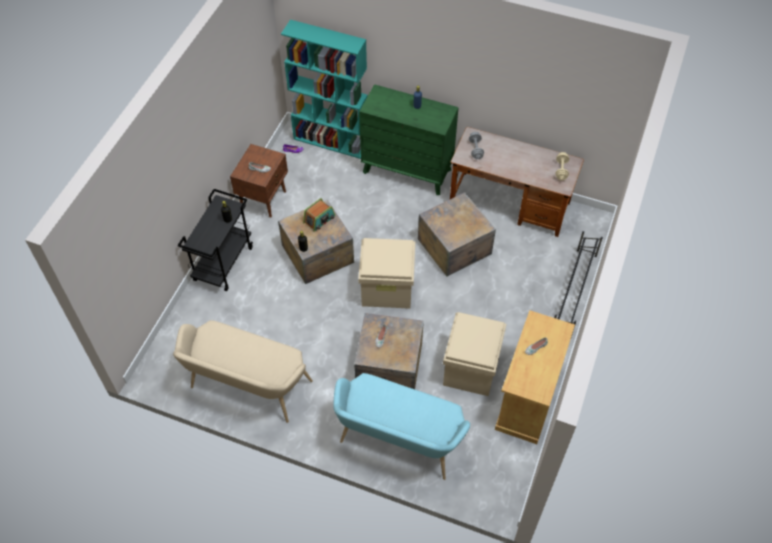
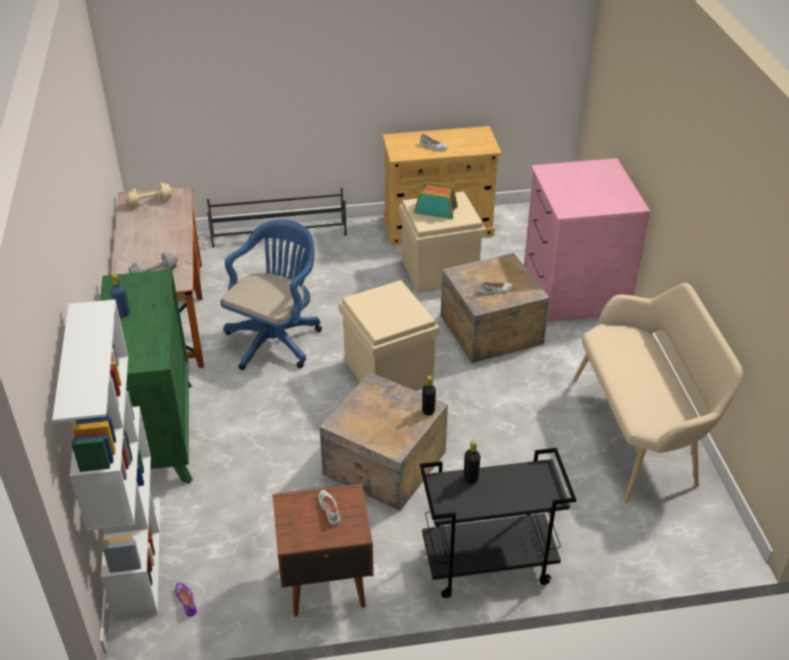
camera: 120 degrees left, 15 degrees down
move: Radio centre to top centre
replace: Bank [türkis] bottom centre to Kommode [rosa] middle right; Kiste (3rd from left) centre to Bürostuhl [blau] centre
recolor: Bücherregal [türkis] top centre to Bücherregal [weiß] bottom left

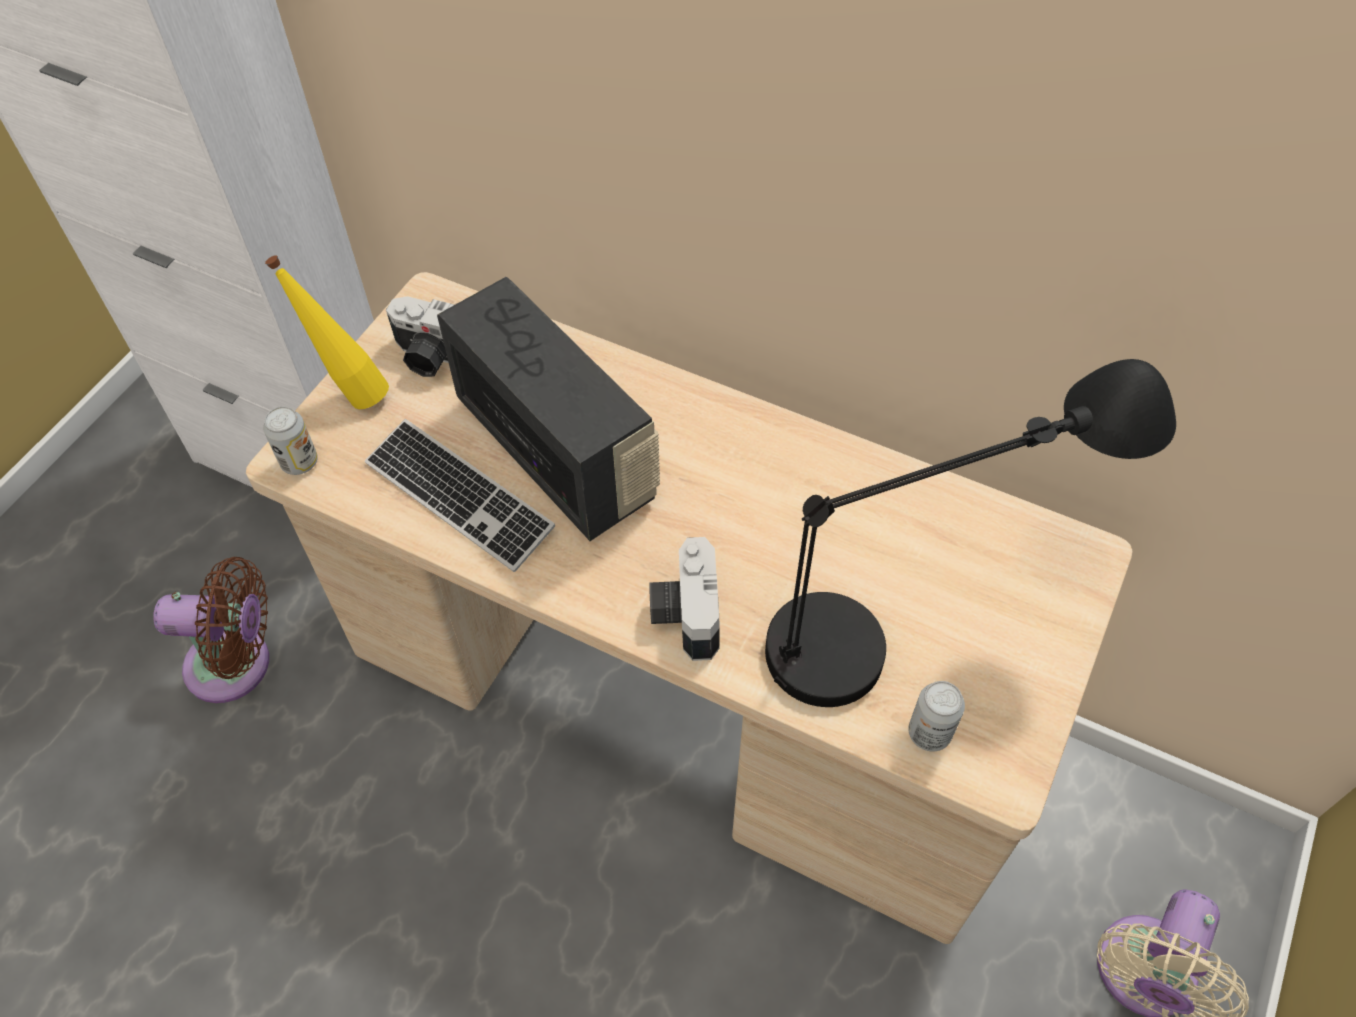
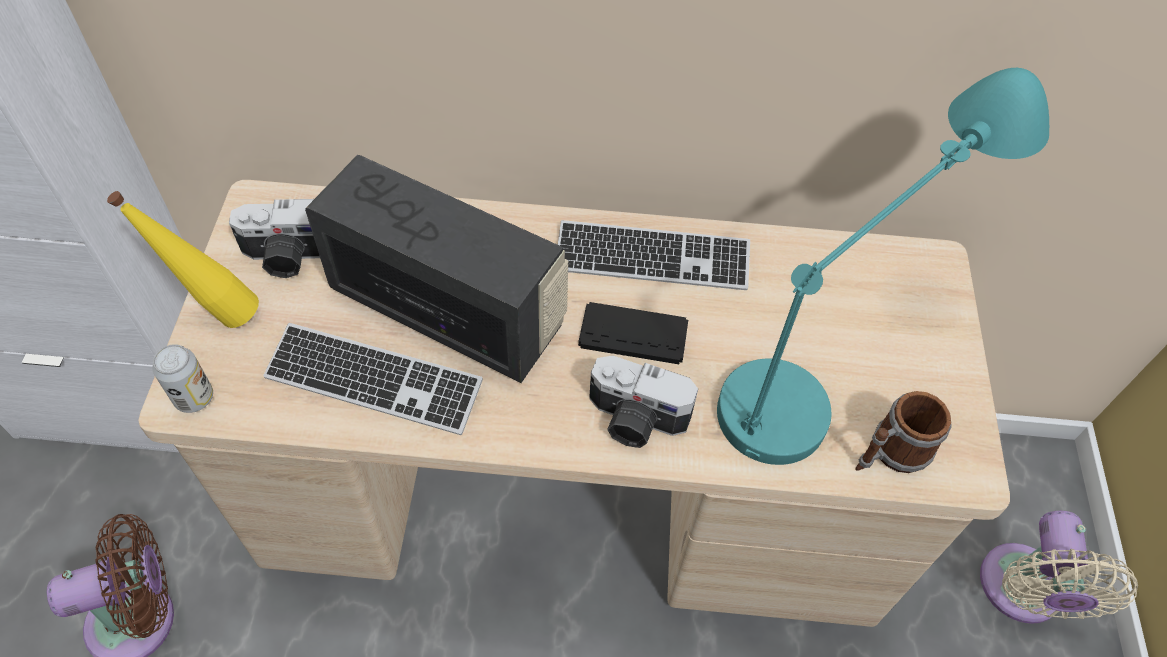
camera: 25 degrees left, 0 degrees up
insert: Tastatur (2nd from left) centre; Gamepad [schwarz] centre
replace: Dose (2nd from left) bottom right to Henkelbecher middle right
recolor: Tischlampe [schwarz] middle right to Tischlampe [türkis] middle right
rotate: Kamera (2nd from left) centre = centre 45 degrees counterclockwise

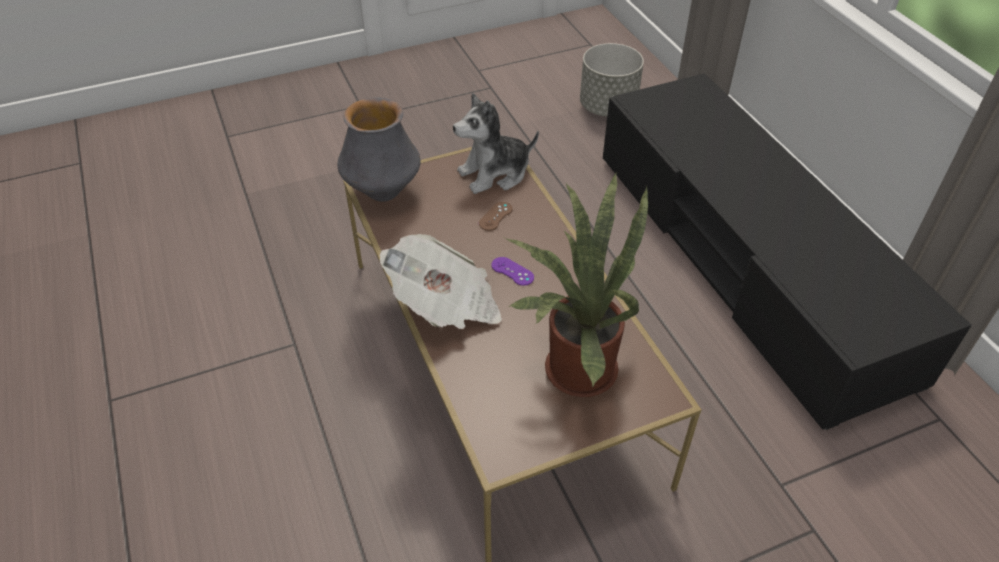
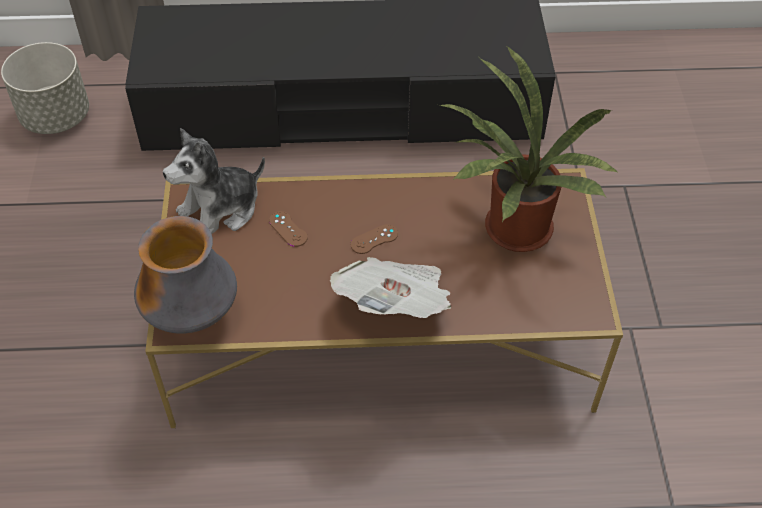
camera: 70 degrees left, 5 degrees up
recolor: Gamepad [lila] centre to Gamepad [braun] (2nd from left) centre
rotate: Plüschtier top centre = middle left 60 degrees clockwise

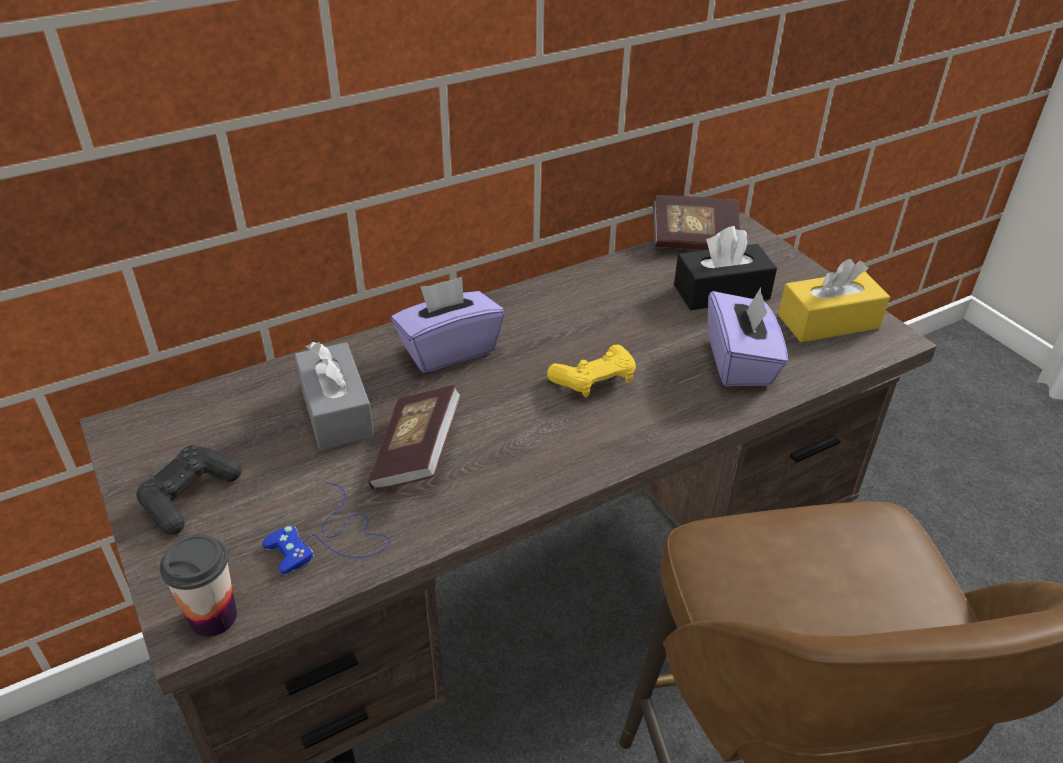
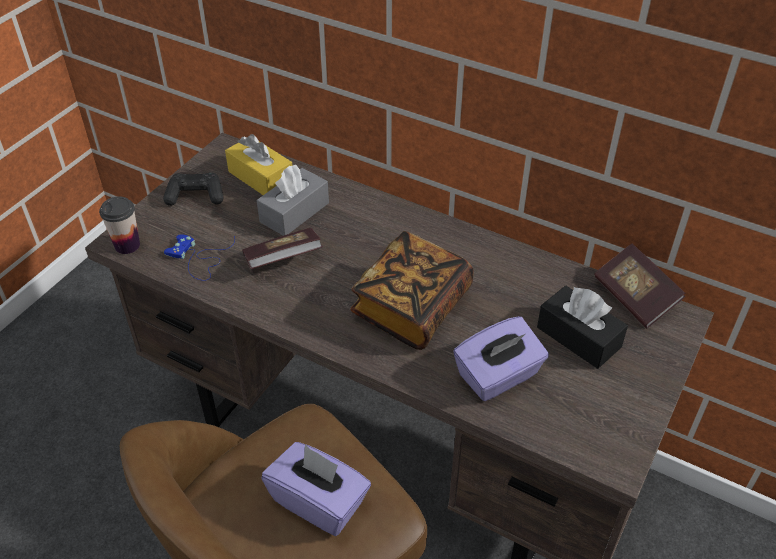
camera: 60 degrees right, 5 degrees up
move: Taschentuchbox [lila] (1st from left) centre to bottom centre; Taschentuchbox [gelb] middle right to top left
replace: Gamepad [gelb] centre to Buch (2nd from left) centre

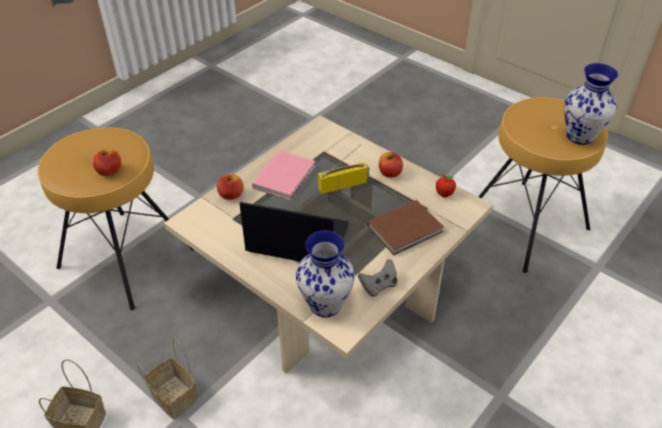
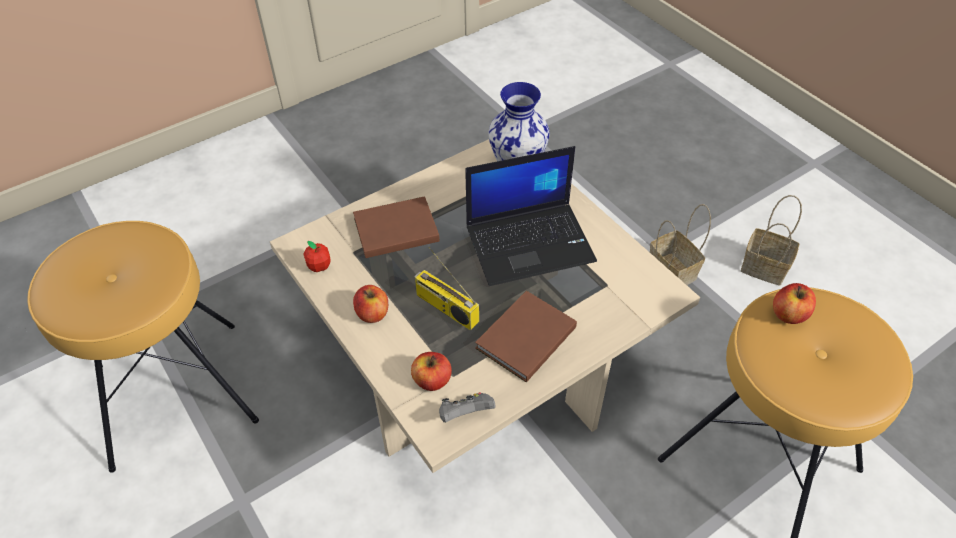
camera: 165 degrees left, 5 degrees up
delete: Vase (2nd from left) top right
move: Apfel (2nd from left in the first image) centre to Apfel (3rd from left) bottom centre; Gamepad [grau] centre to bottom centre
recolor: Buch [rosa] centre to Buch [braun] (2nd from left) centre
rotate: Laptop centre = centre 45 degrees counterclockwise; Radio centre = centre 45 degrees clockwise

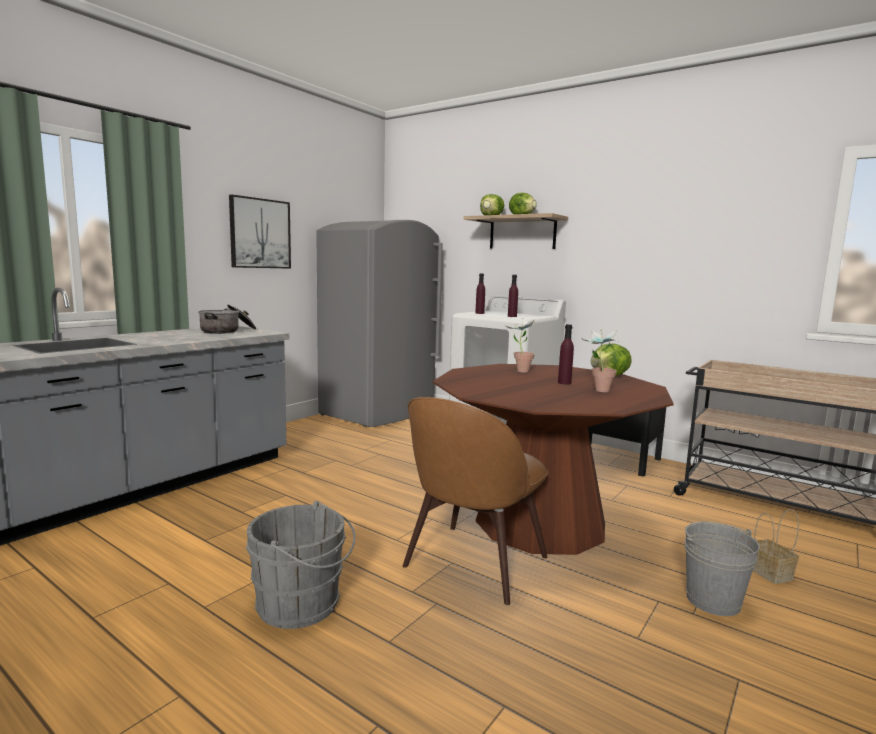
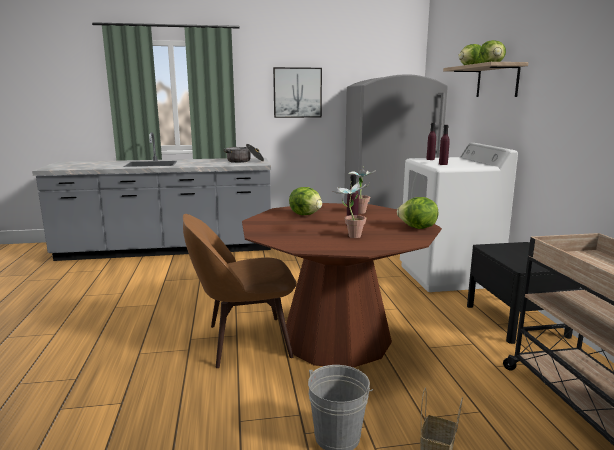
camera: 45 degrees right, 5 degrees up
delete: Eimer [grau] (1st from left) bottom centre
insert: Salatkopf (1st from left) centre

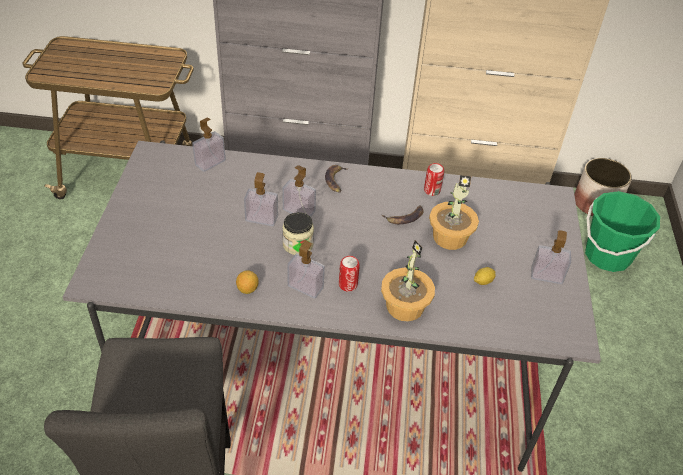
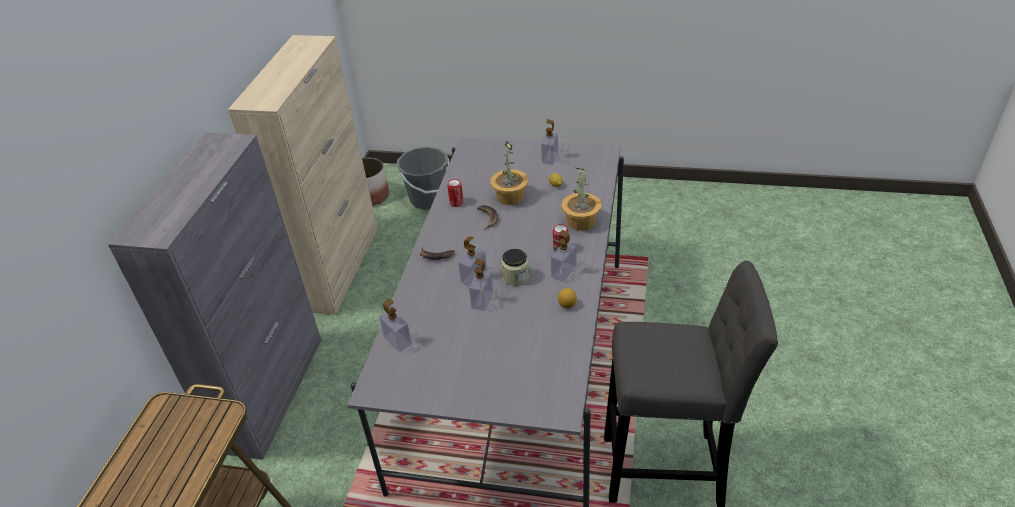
camera: 80 degrees left, 5 degrees down
recolor: Eimer [grün] middle right to Eimer [grau] centre

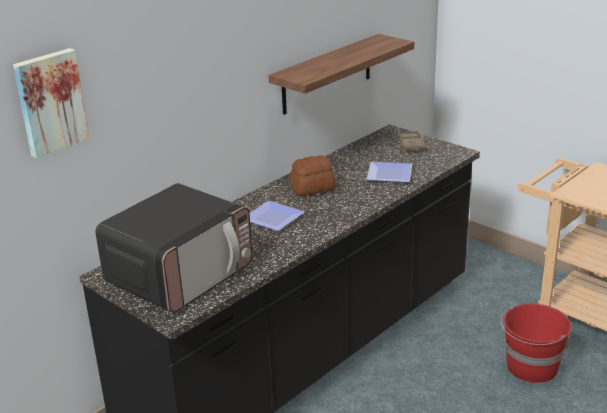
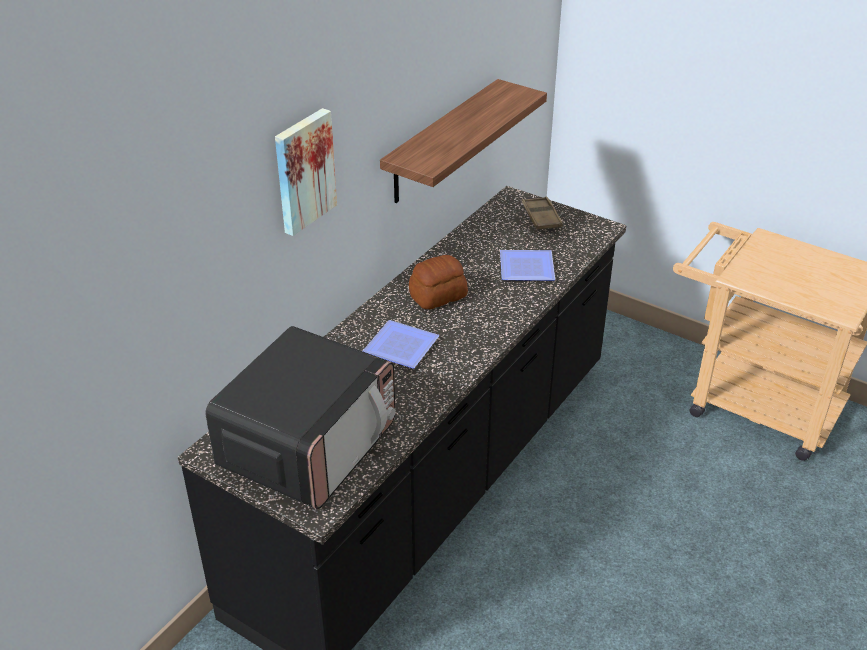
camera: 10 degrees left, 10 degrees up
delete: Eimer [rot] bottom right
move: Bild top left to top centre

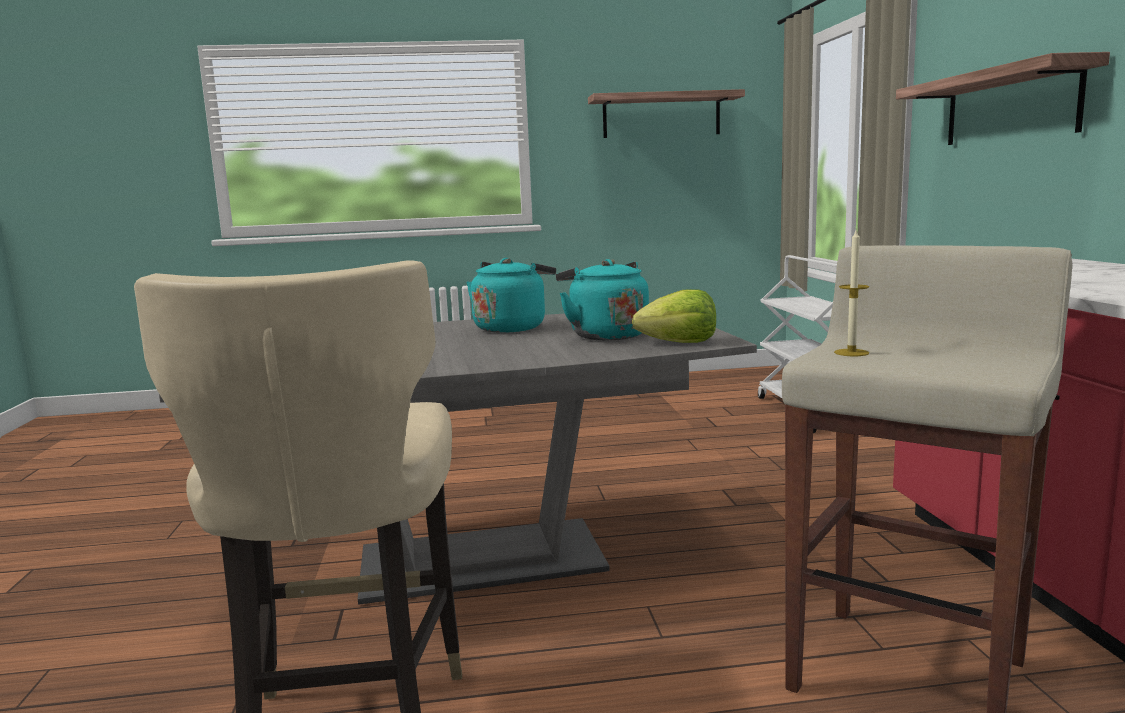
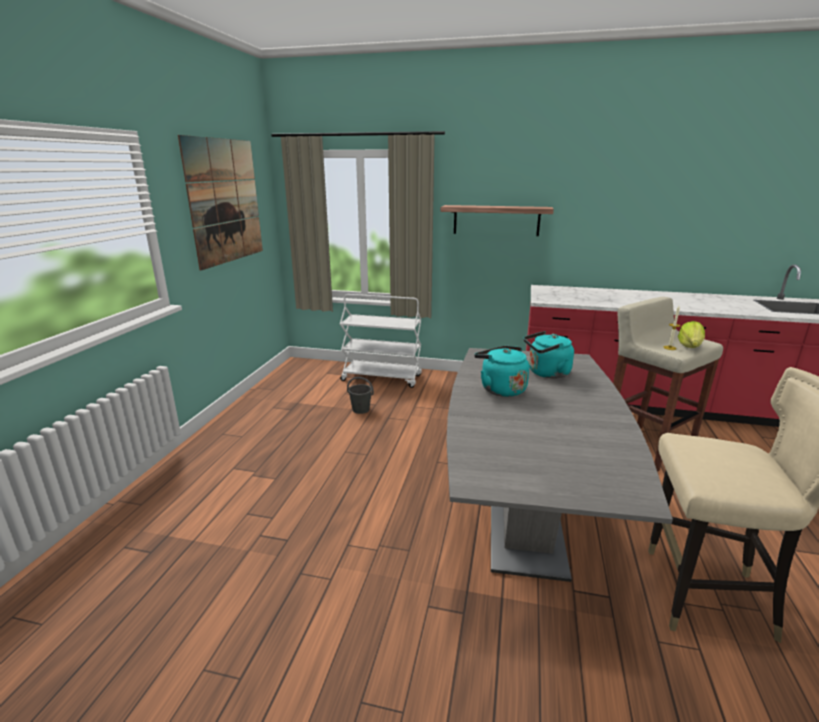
camera: 70 degrees left, 10 degrees up
insert: Eimer [grau] centre
move: Salatkopf centre to middle right
replace: Wandregal (1st from left) top centre to Bild top left

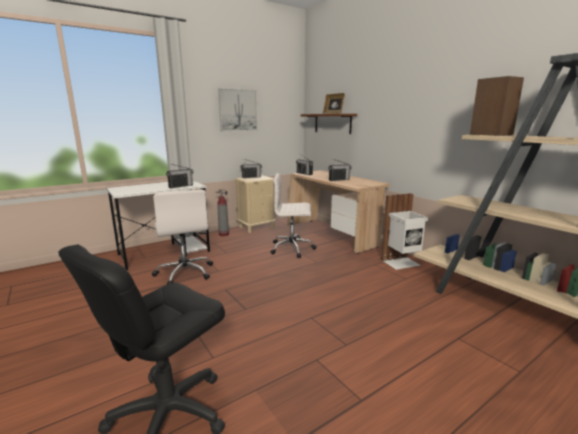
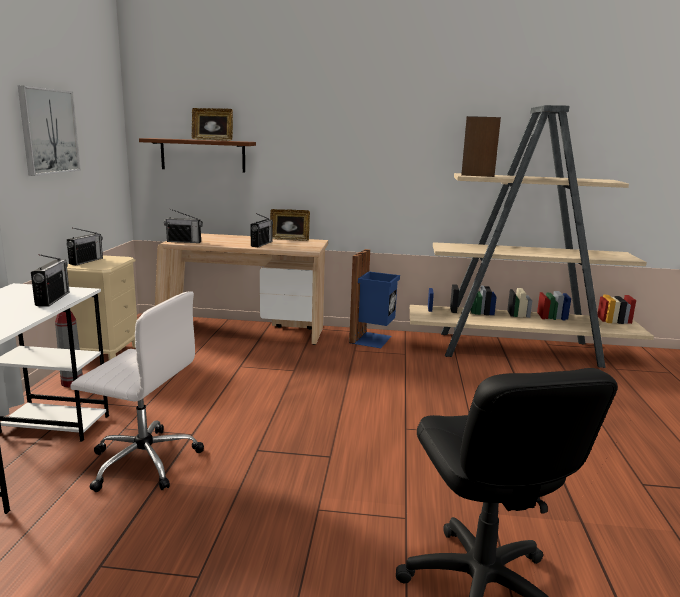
camera: 50 degrees left, 0 degrees up
delete: Bürostuhl [weiß] (2nd from left) centre
insert: Bilderrahmen (2nd from left) centre
recolor: Mülleimer [weiß] middle right to Mülleimer [blau] centre

